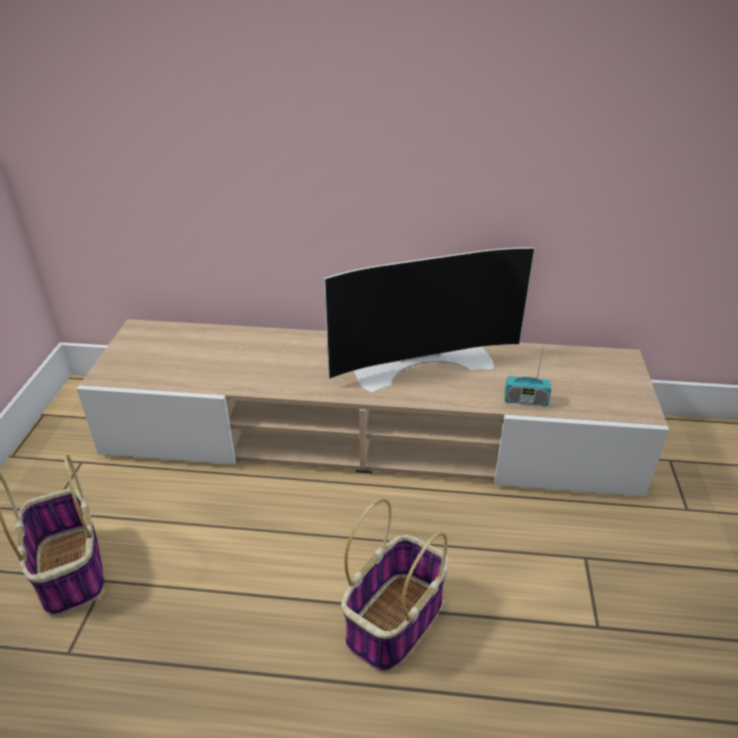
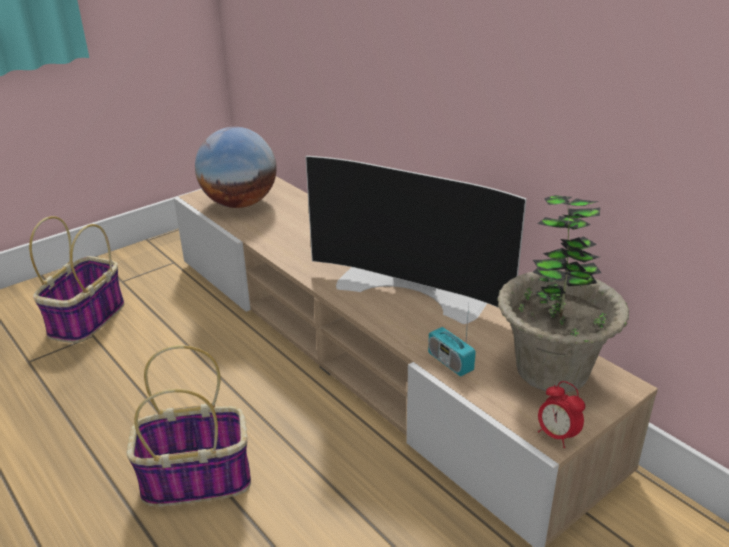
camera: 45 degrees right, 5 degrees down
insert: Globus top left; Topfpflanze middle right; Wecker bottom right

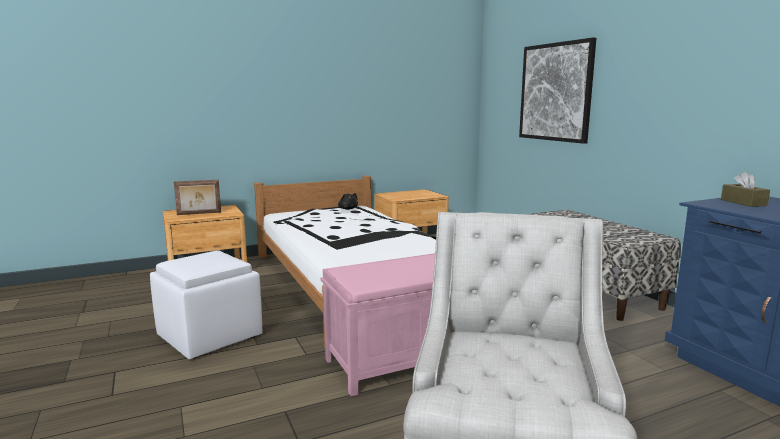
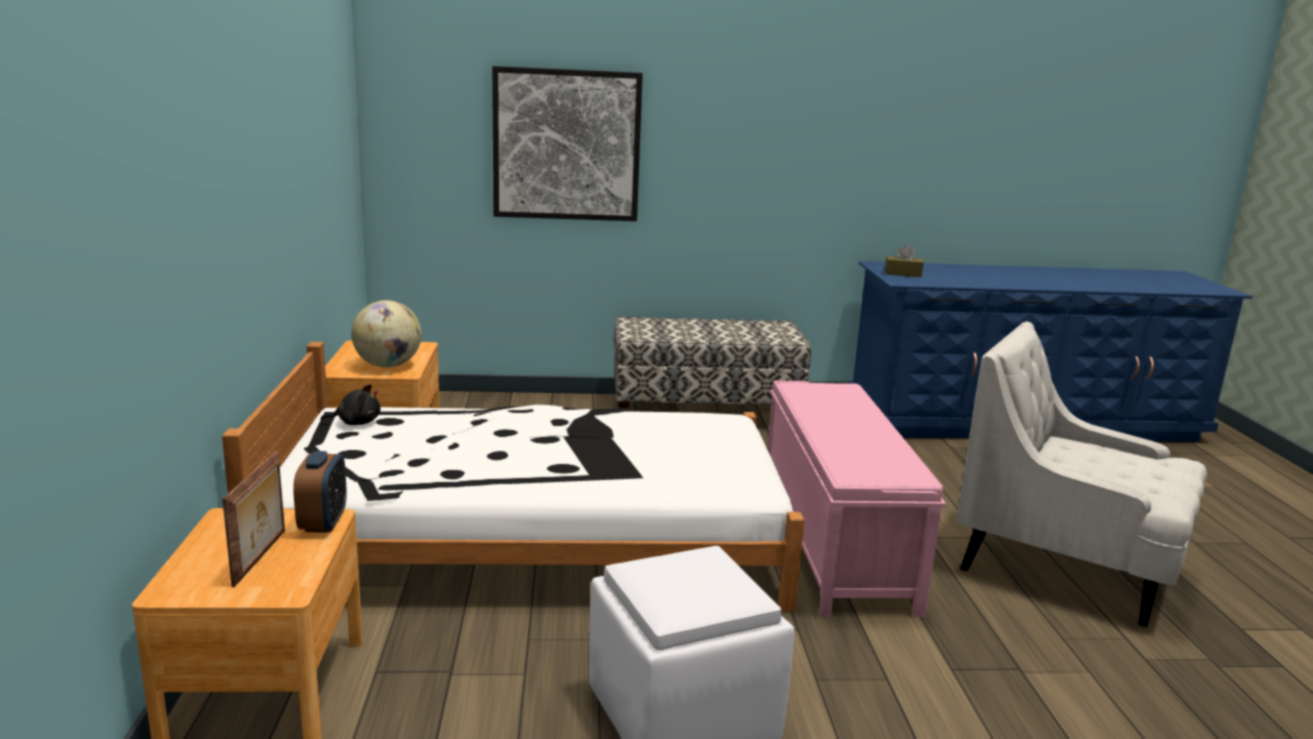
camera: 70 degrees left, 5 degrees up
insert: Wecker middle left; Globus middle left

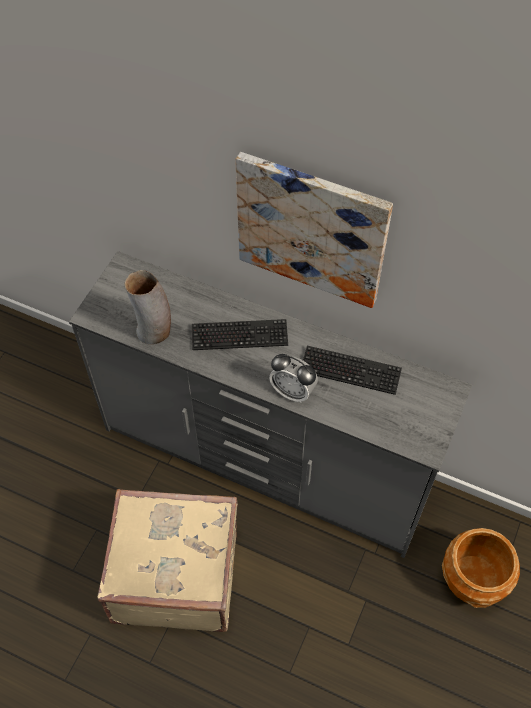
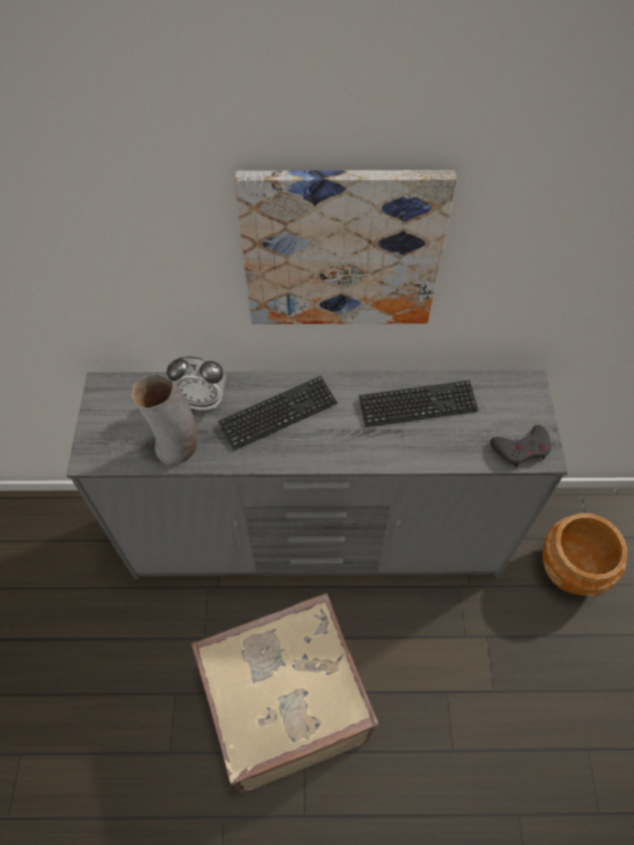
camera: 25 degrees left, 0 degrees up
insert: Gamepad [grau] middle right
move: Wecker centre to middle left

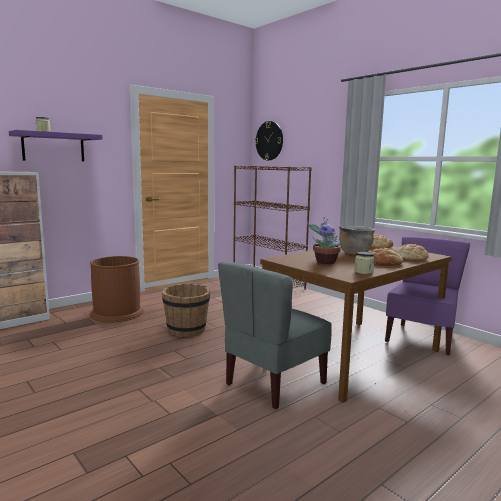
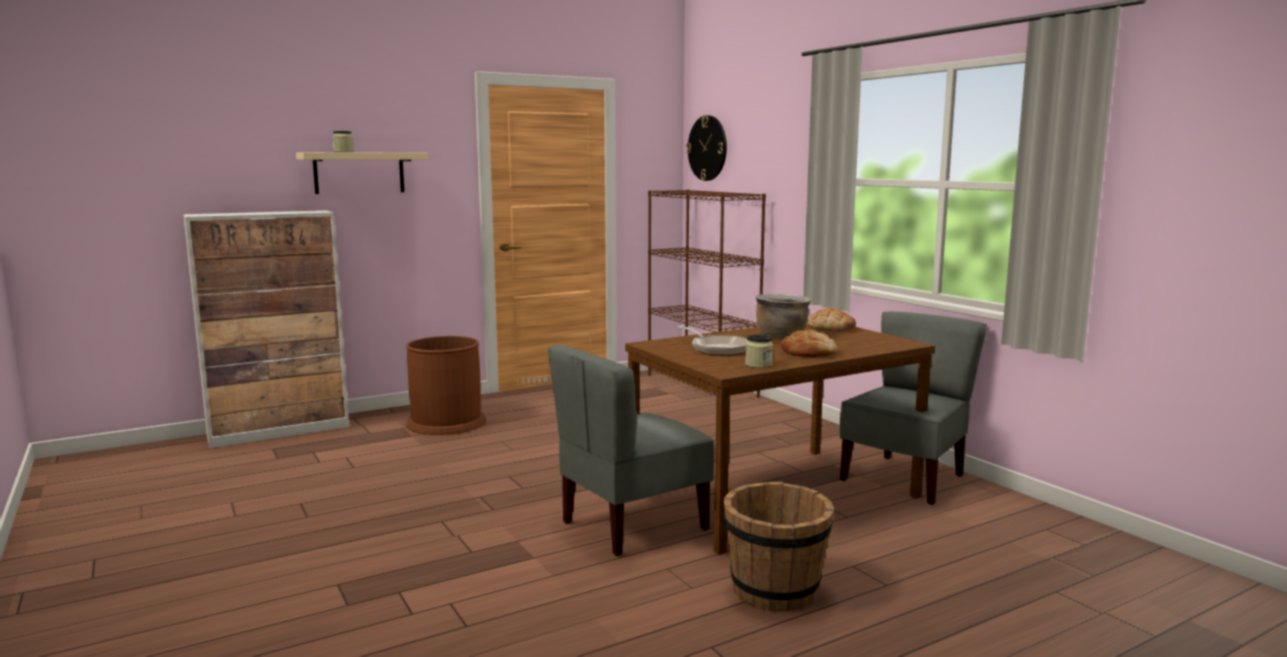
camera: 10 degrees right, 0 degrees up
delete: Brot (3rd from left) middle right
move: Eimer [braun] centre to bottom centre
replace: Topfpflanze centre to Pfanne centre
recolor: Wandregal [lila] top left to Wandregal [beige] top left; Stuhl [lila] middle right to Stuhl [grau] (2nd from left) middle right

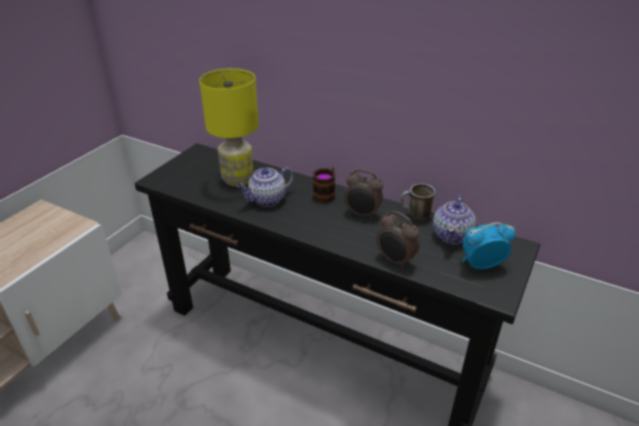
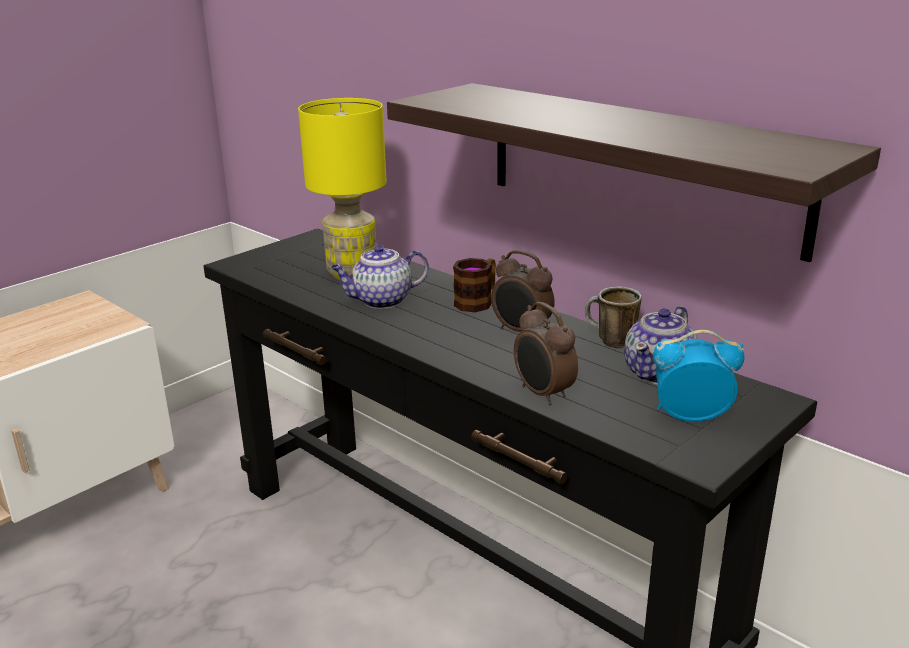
camera: 15 degrees right, 10 degrees down
insert: Wandregal top right

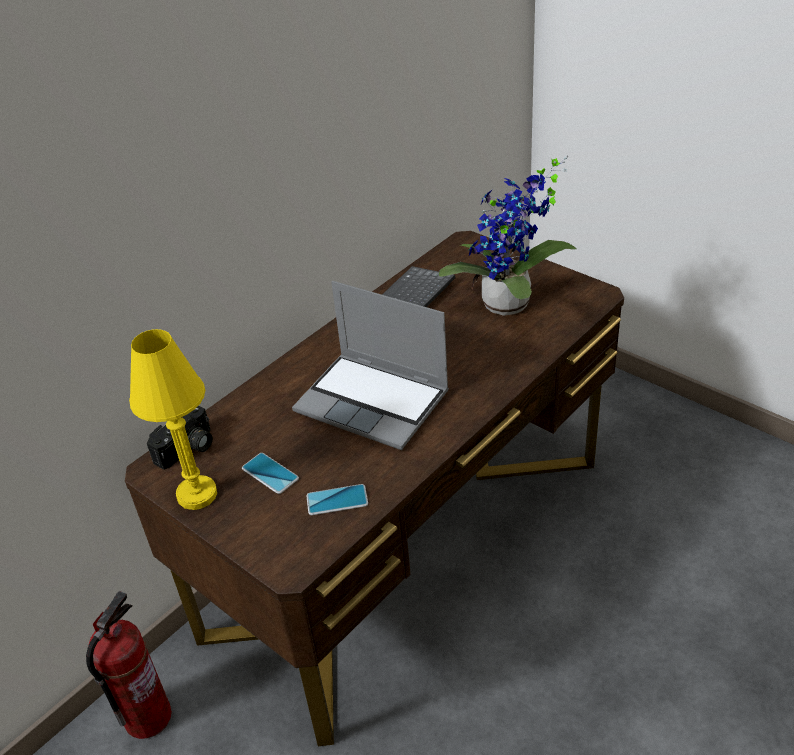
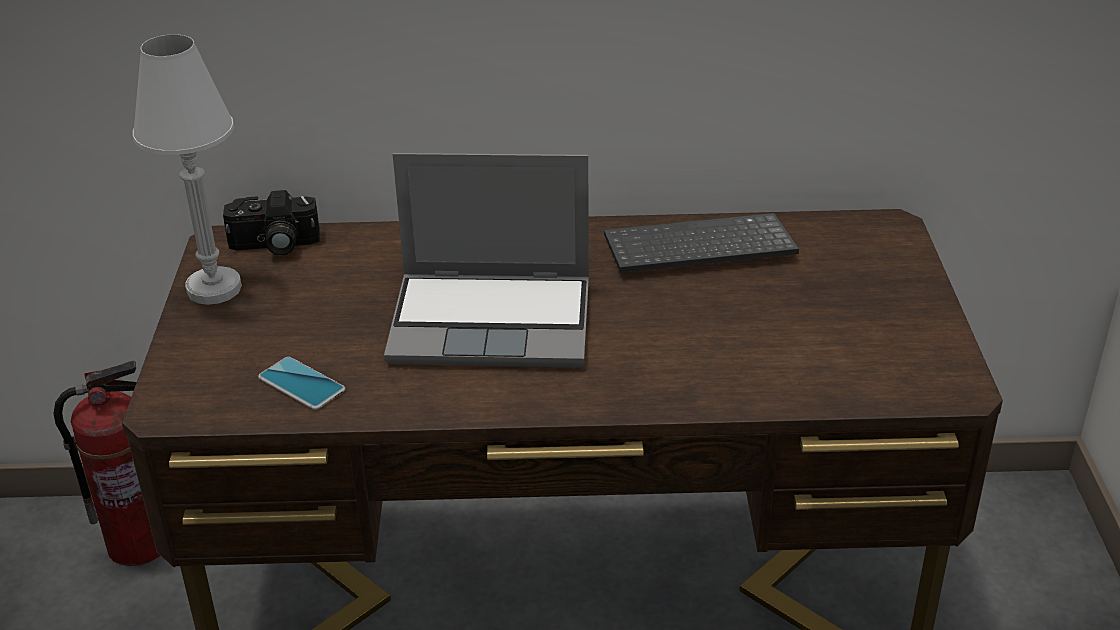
camera: 45 degrees right, 5 degrees down
delete: Handy (1st from left) centre; Topfpflanze top centre
recolor: Tischlampe [gelb] middle left to Tischlampe [weiß] top left
rotate: Laptop centre = centre 75 degrees counterclockwise

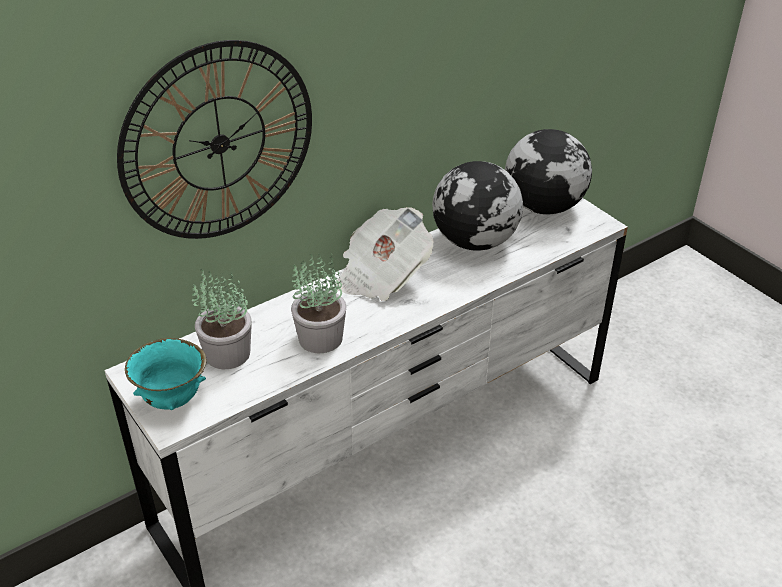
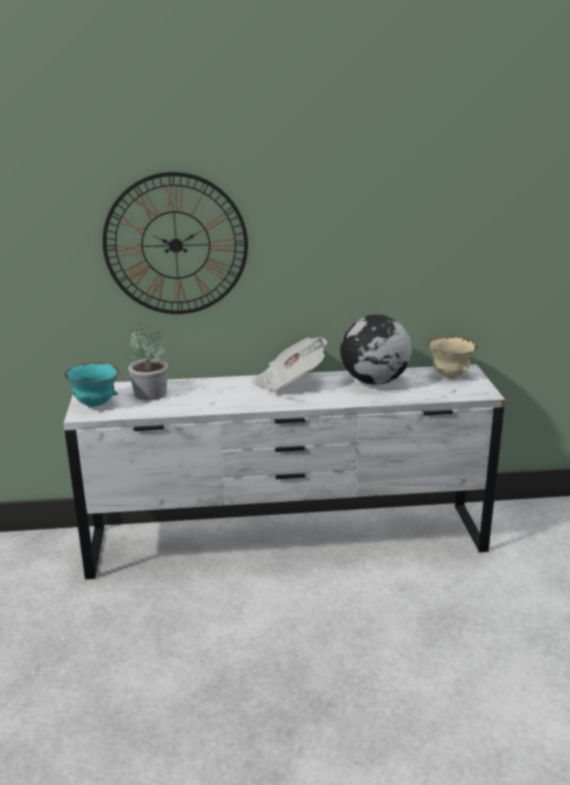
camera: 30 degrees right, 15 degrees down
delete: Topfpflanze (2nd from left) centre
replace: Globus (2nd from left) top right to Schüssel [beige] middle right

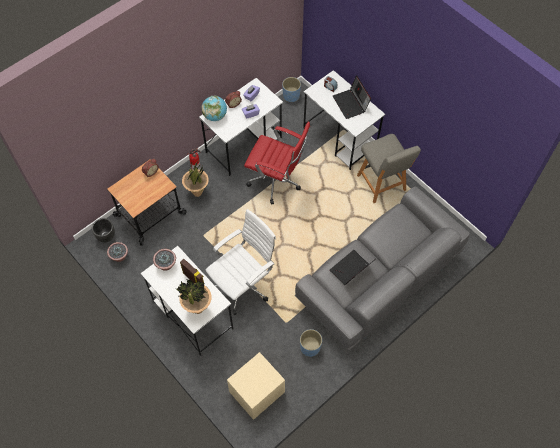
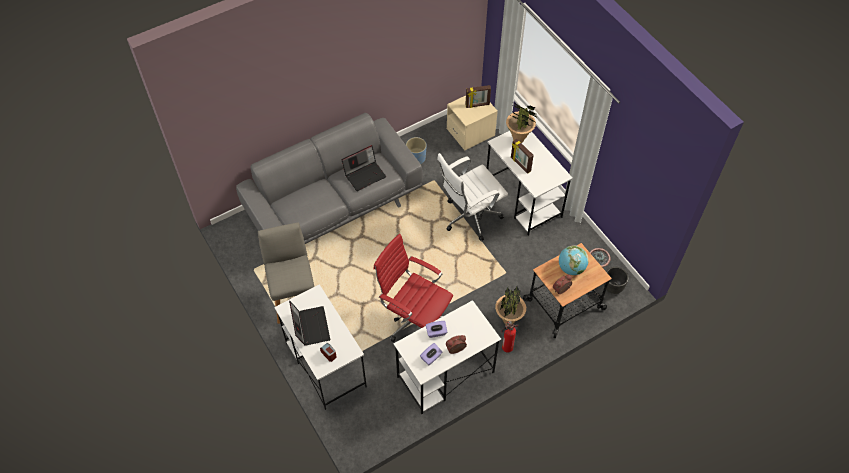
camera: 170 degrees left, 5 degrees down
delete: Topfpflanze (2nd from left) middle left; Pflanzkübel [blau] (1st from left) top centre
insert: Bilderrahmen (1st from left) top centre
move: Globus top centre to middle right

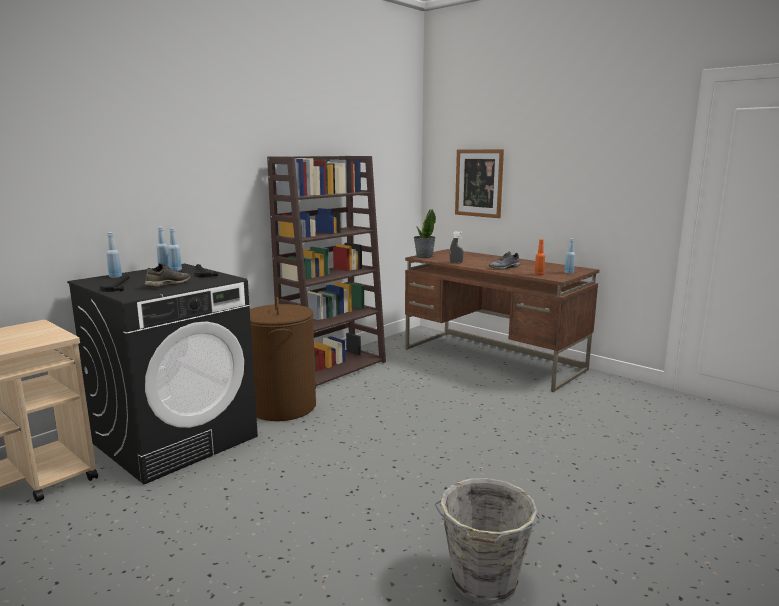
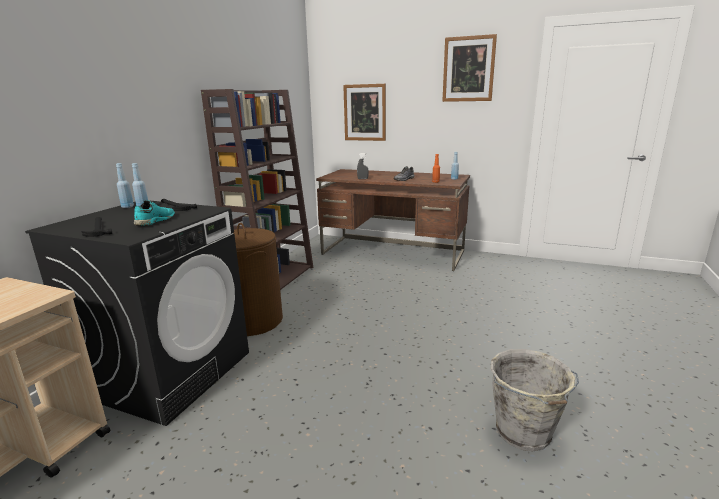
camera: 20 degrees left, 5 degrees up
delete: Flasche [blau] (1st from left) middle left; Topfpflanze centre
insert: Bild (2nd from left) top centre
recolor: Schuh [grau] (1st from left) middle left to Schuh [türkis] middle left

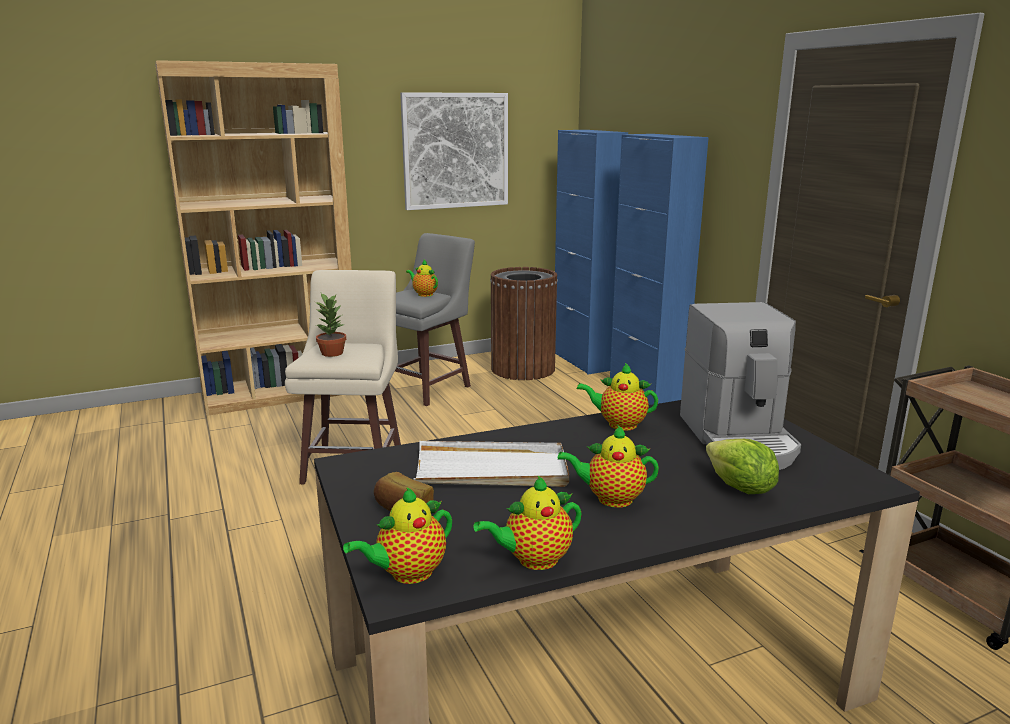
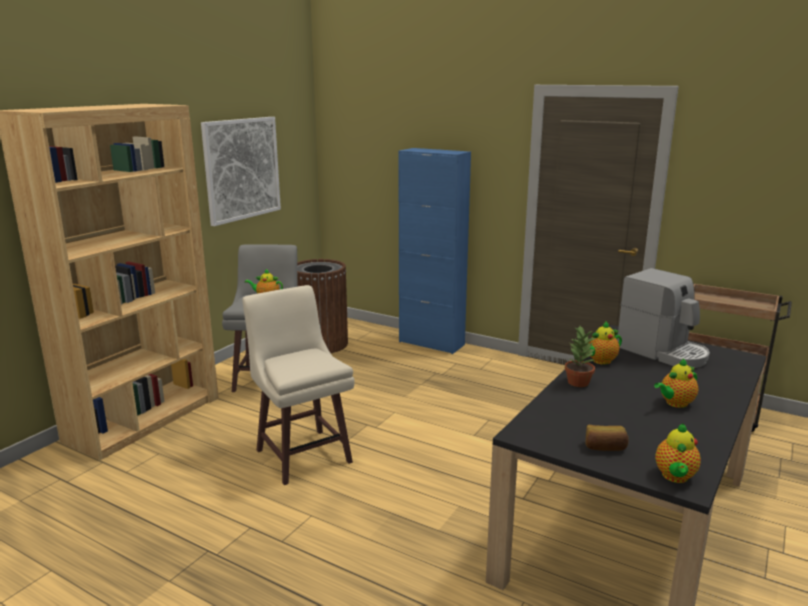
camera: 35 degrees left, 0 degrees up
delete: Tablett [weiß] centre; Teekanne (3rd from left) bottom centre; Schrank [blau] (1st from left) centre; Salatkopf middle right
move: Topfpflanze middle left to middle right

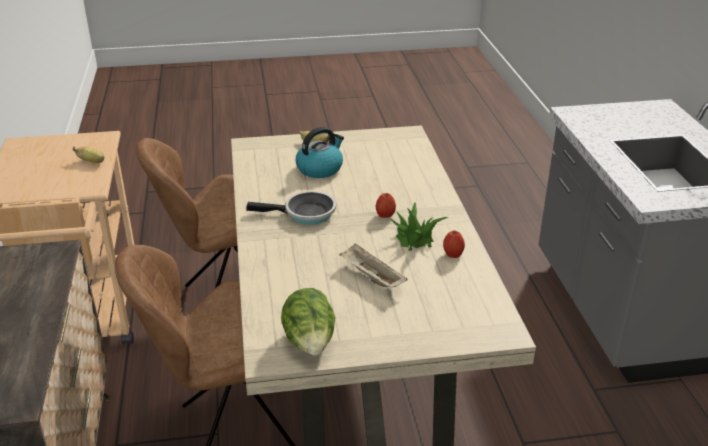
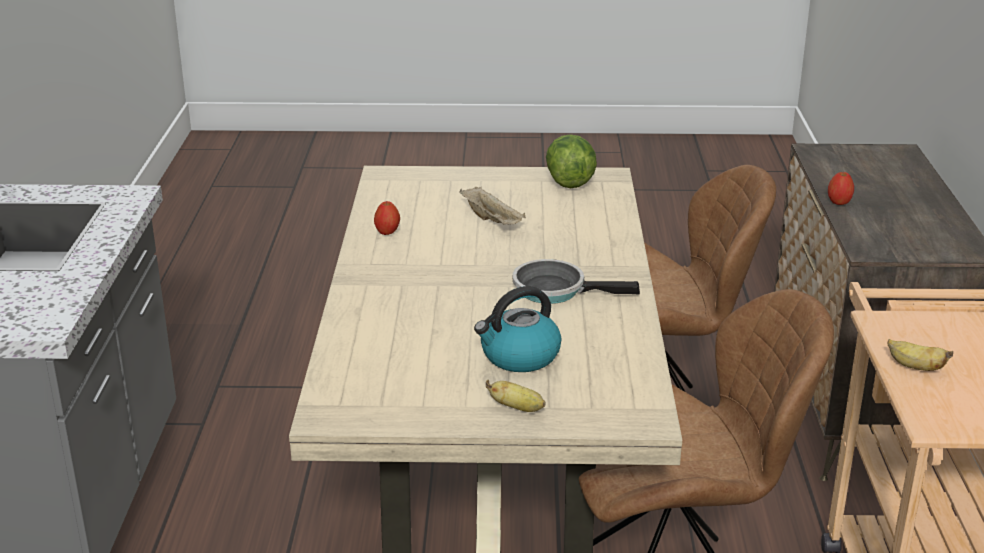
camera: 170 degrees left, 5 degrees down
delete: Topfpflanze centre
move: Apfel (1st from left in the first image) centre to Apfel (2nd from left) middle right

